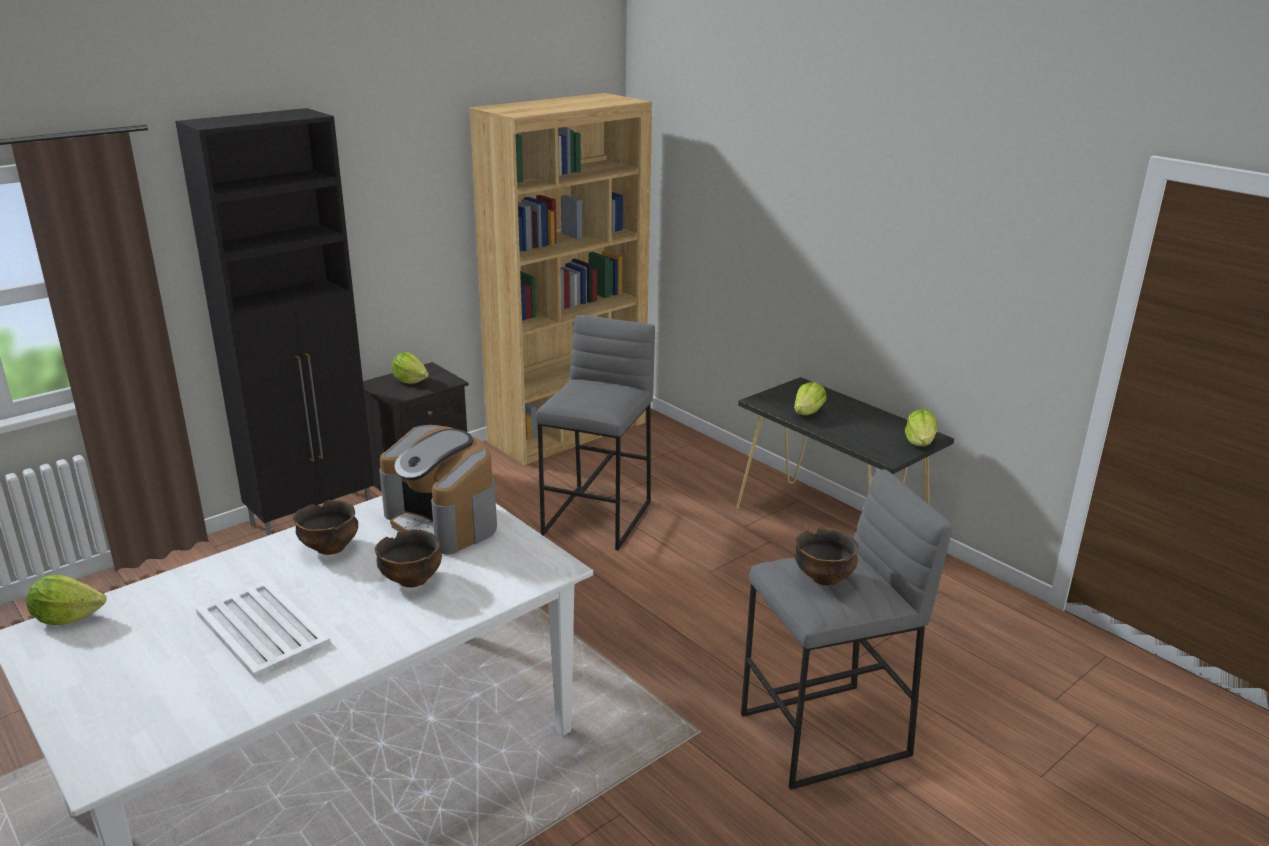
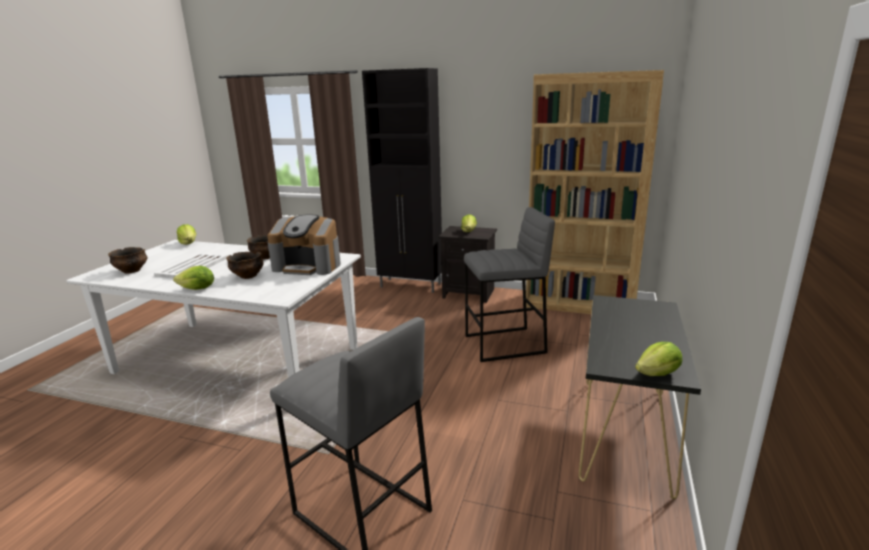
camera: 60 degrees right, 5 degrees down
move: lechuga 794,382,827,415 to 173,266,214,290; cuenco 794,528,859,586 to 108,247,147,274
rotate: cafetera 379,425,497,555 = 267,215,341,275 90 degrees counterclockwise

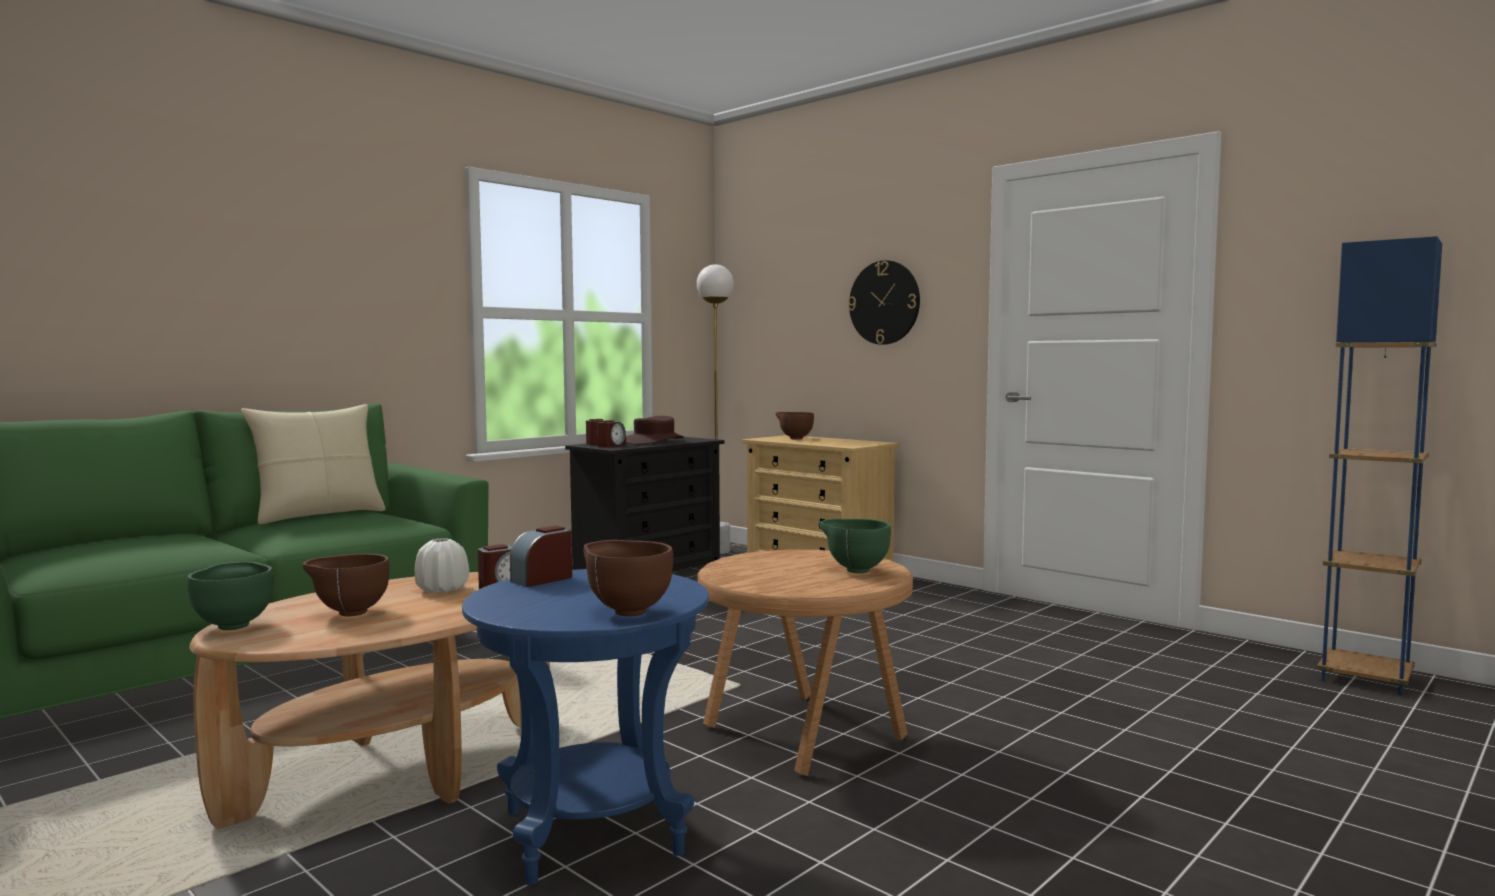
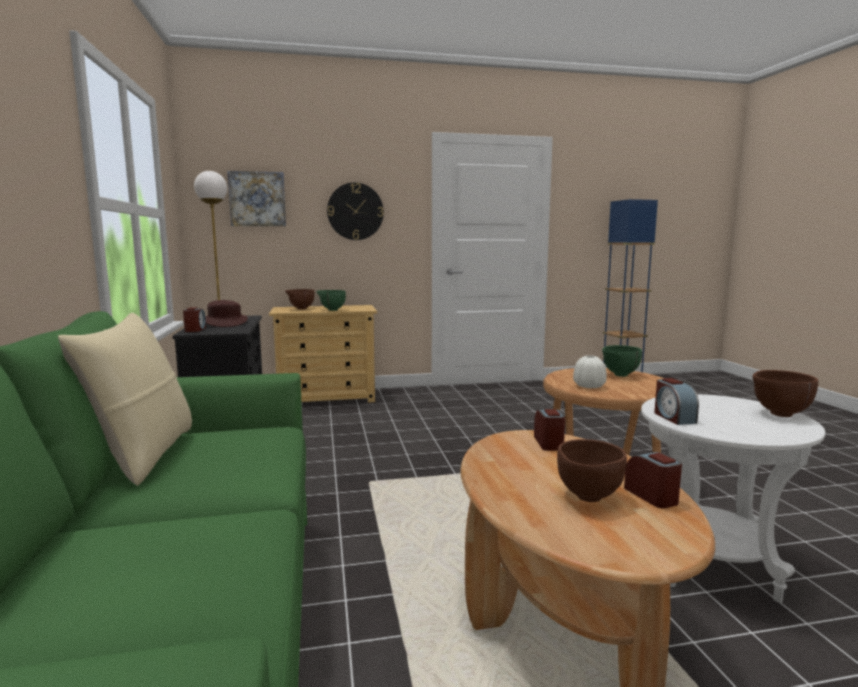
camera: 55 degrees left, 5 degrees up
insert: cuadro 228,171,286,226
move: cuenco (verde) 187,561,273,630 to 317,290,346,311; florero (blanco) 415,538,469,593 to 573,355,607,388; despertador 597,420,626,447 to 624,452,682,508
recolor: mesa auxiliar (azul) 462,569,709,885 to mesa auxiliar (blanco) 641,394,825,603

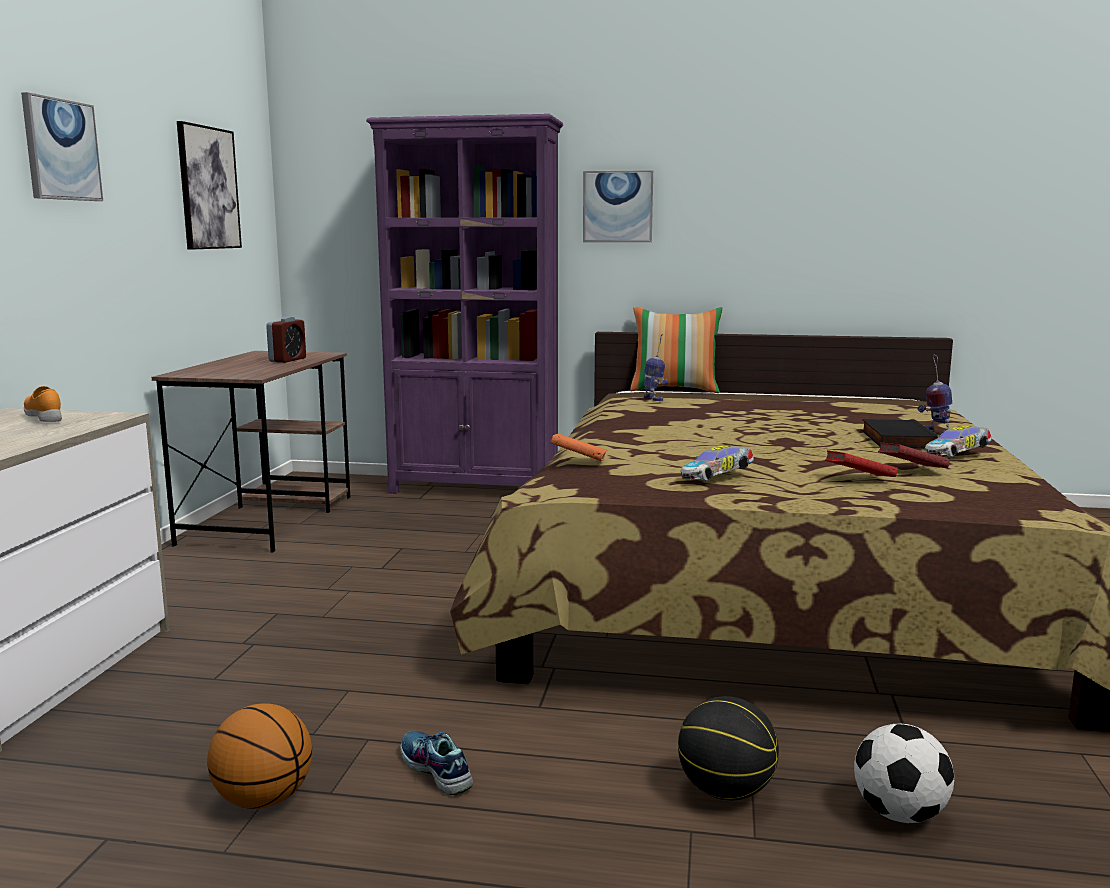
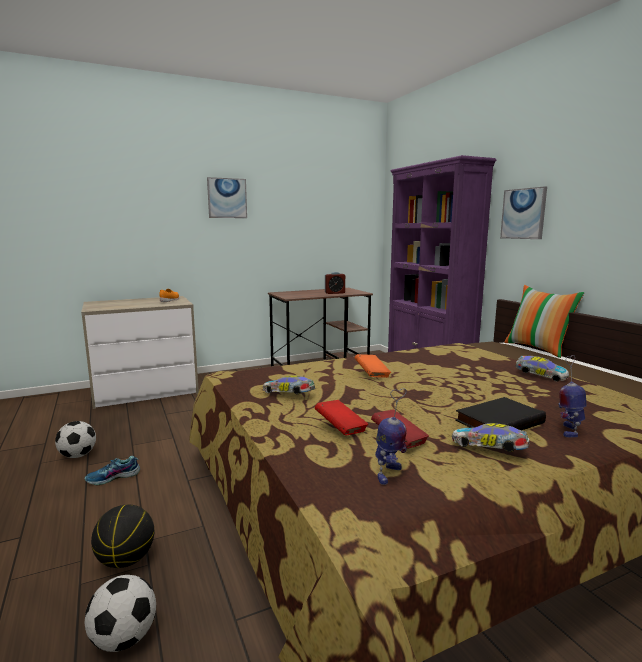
camera: 55 degrees right, 0 degrees up
delete: cuadro 177,121,242,250
insert: coche de juguete 515,356,569,382
move: libro (naranja) 551,433,607,461 to 355,354,391,378; robot de juguete 644,334,668,401 to 375,388,407,485
replace: balón de baloncesto 207,703,312,809 to balón de fútbol 55,421,96,458
rotate: zapato 400,731,473,795 = 85,456,140,486 135 degrees counterclockwise

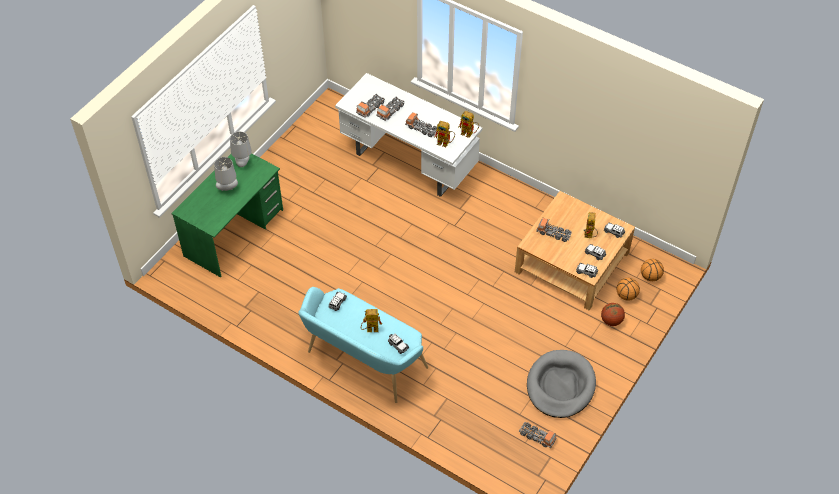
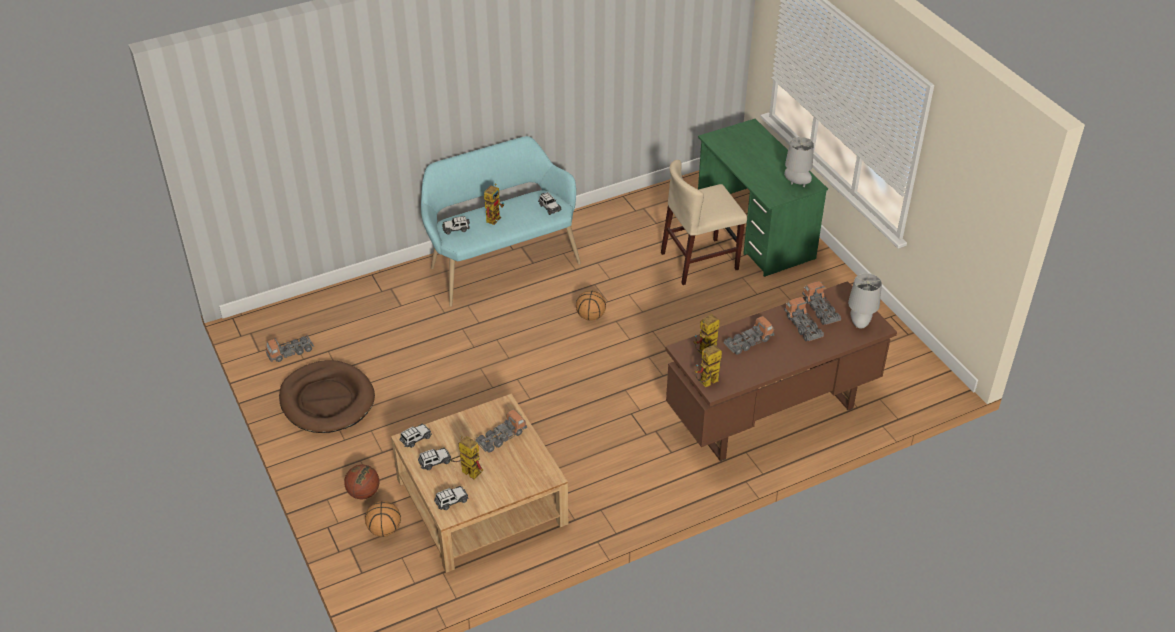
camera: 120 degrees right, 10 degrees down
insert: silla (beis) 661,160,747,285
move: lámpara de mesa (gris) 214,157,238,191 to 848,273,882,329; balón de baloncesto 641,259,664,281 to 576,290,606,321
recolor: escritorio (blanco) 335,73,482,197 to escritorio (marrón) 666,281,897,461; cama para perro (gris) 527,350,596,418 to cama para perro (marrón) 279,360,375,433

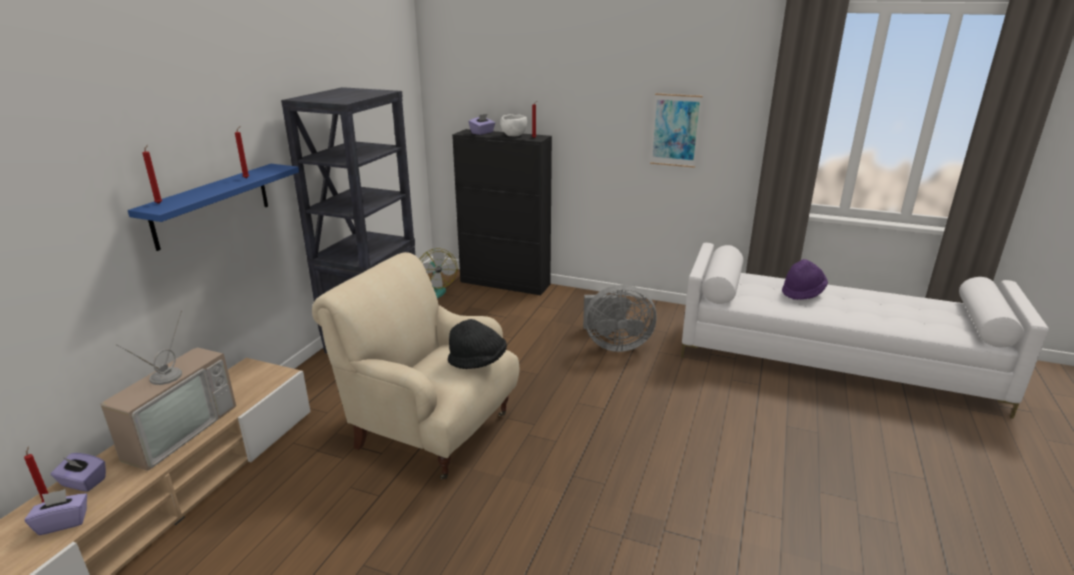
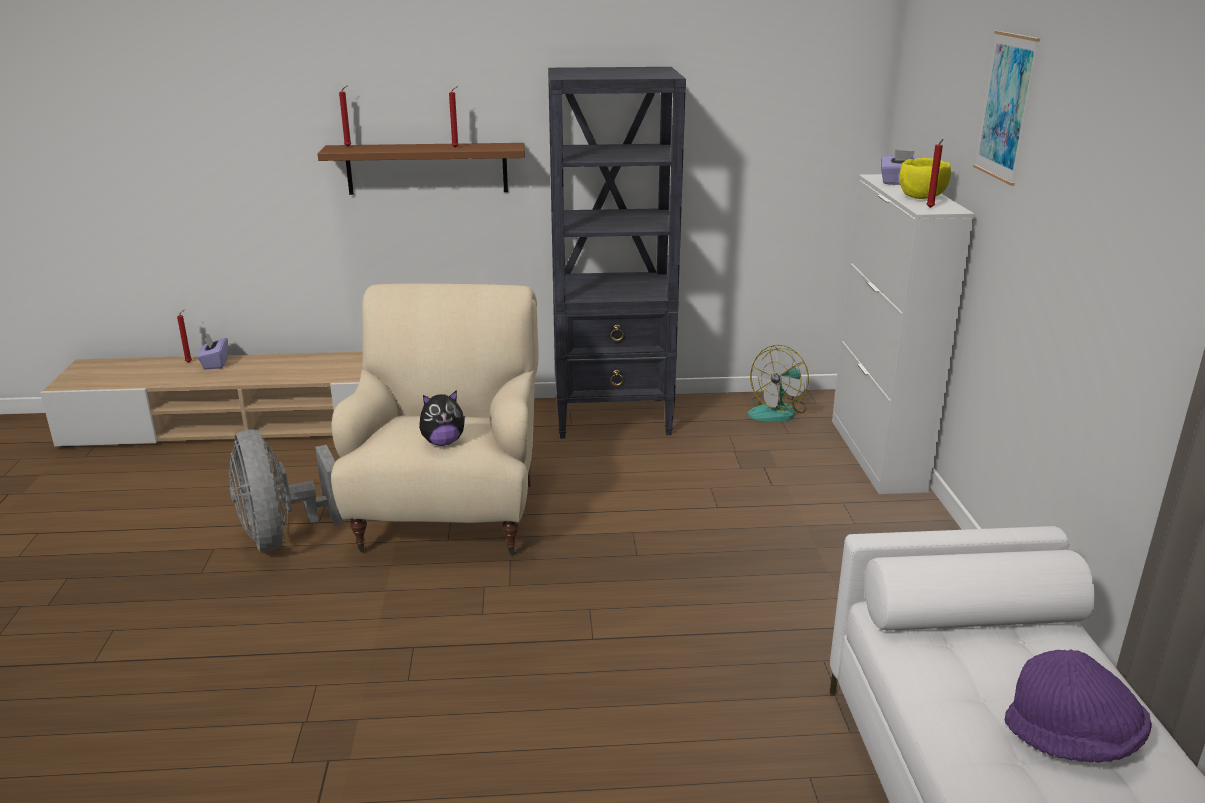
camera: 65 degrees right, 0 degrees up
delete: caja de pañuelos (morado) 24,489,87,535; televisor 100,311,236,471
move: ventilador (gris) 583,285,657,352 to 229,429,346,551; cuadro 650,93,703,168 to 973,31,1040,186
replace: sombrero (negro) 448,319,507,369 to peluche 419,390,465,446
recolor: estante (azul) 128,164,299,251 to estante (marrón) 318,143,525,195; armario (negro) 452,129,552,295 to armario (blanco) 832,174,975,494; cuenco (blanco) 501,114,527,136 to cuenco (amarillo) 899,158,951,199

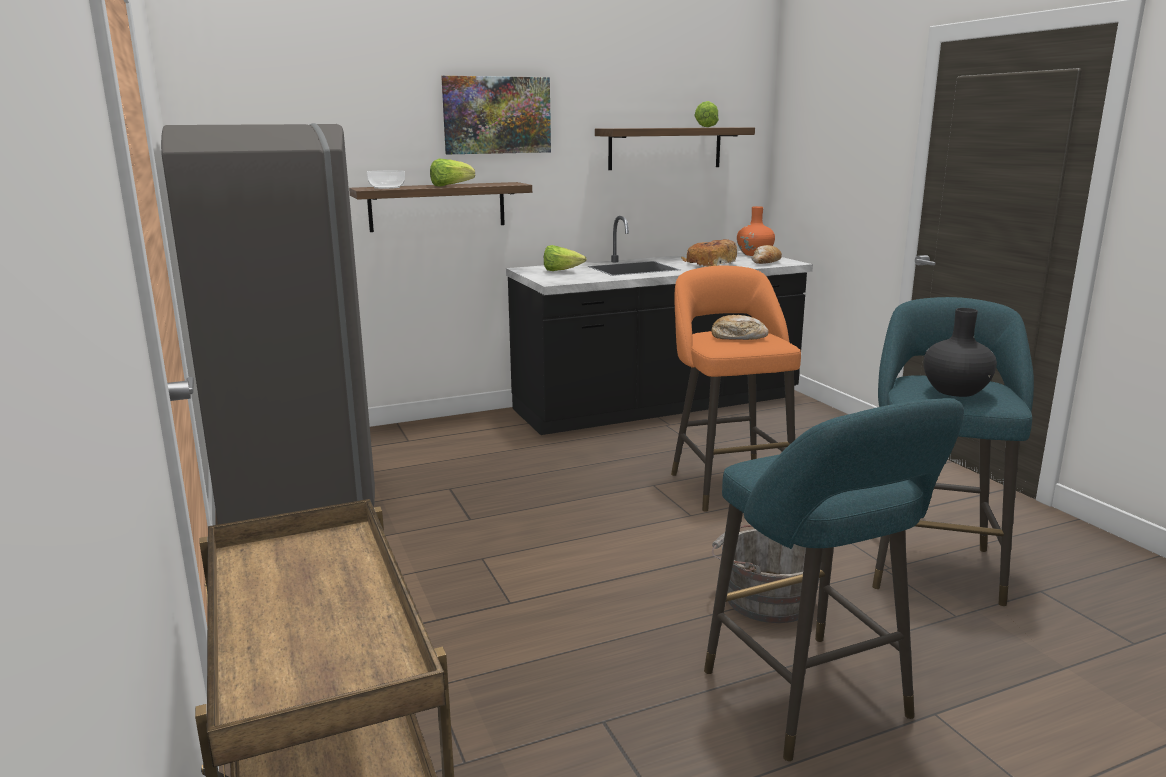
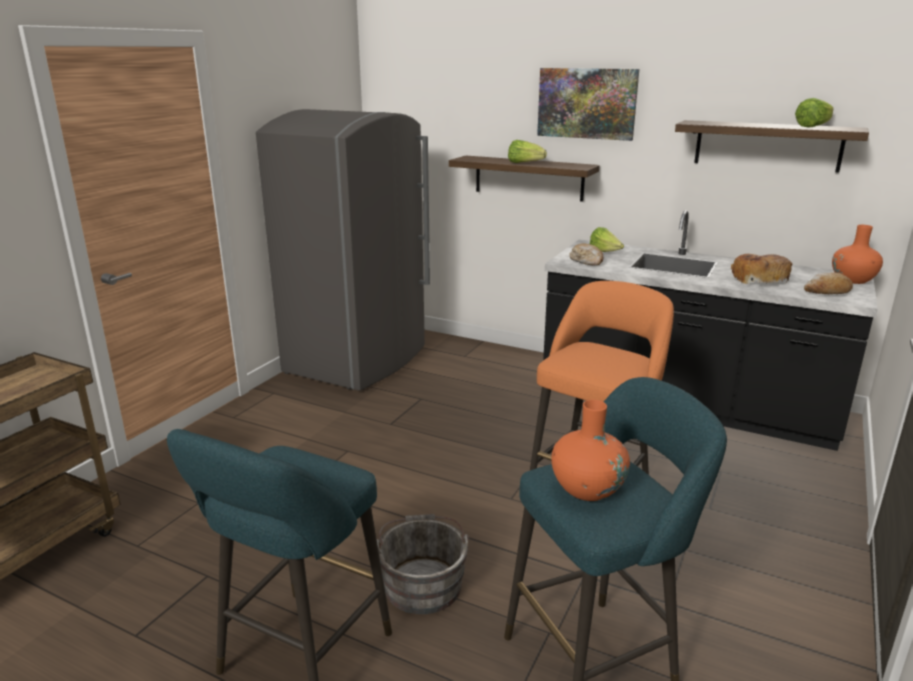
camera: 50 degrees right, 5 degrees up
delete: cuenco 367,170,405,189
move: pan 712,315,769,340 to 569,243,603,265
recolor: florero (negro) 924,308,997,397 to florero (naranja) 551,400,630,501

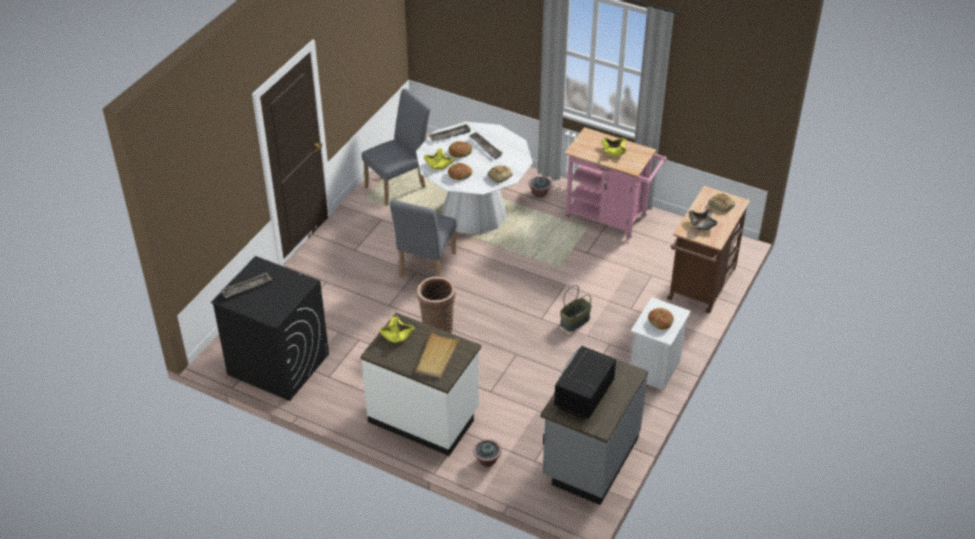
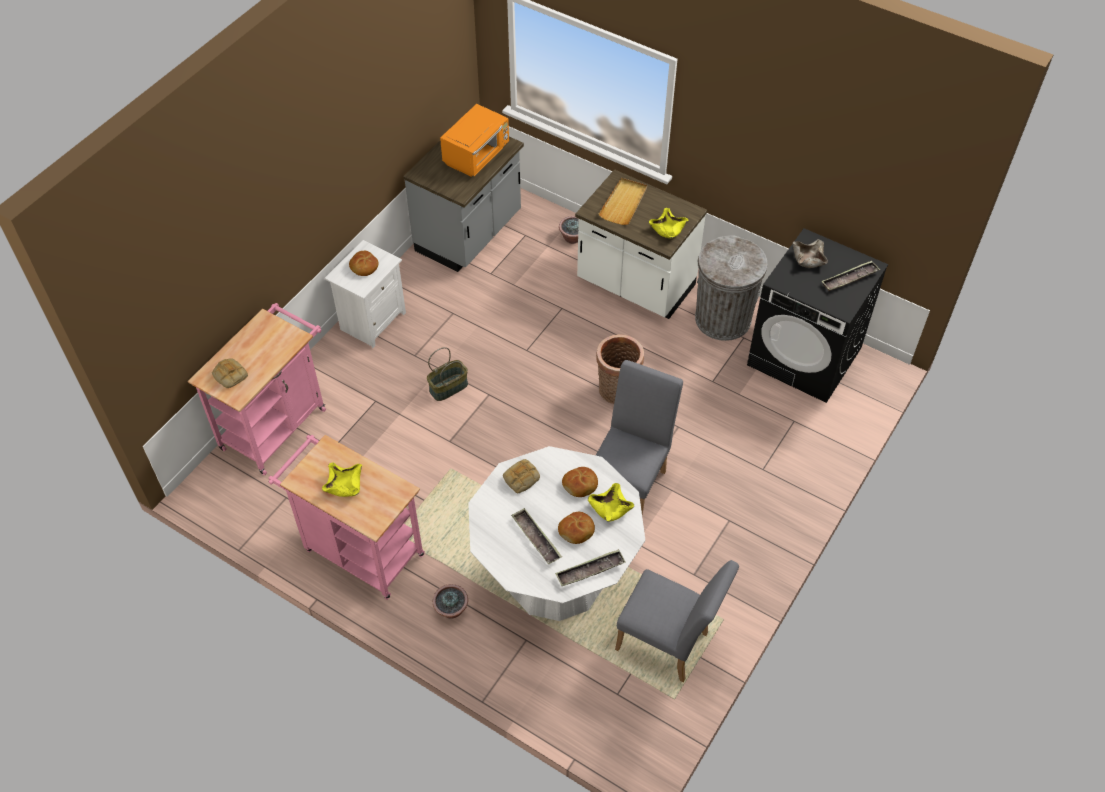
camera: 175 degrees left, 10 degrees up
insert: papelera (gris) 695,235,767,341
move: cuenco (beis) 689,209,718,231 to 792,239,828,268
recolor: microondas (negro) 554,346,616,419 to microondas (naranja) 440,104,509,177; carrito (marrón) 667,186,750,314 to carrito (rosa) 188,303,326,475
rotate: silla (gris) 362,88,431,206 = 615,560,739,682 120 degrees counterclockwise

